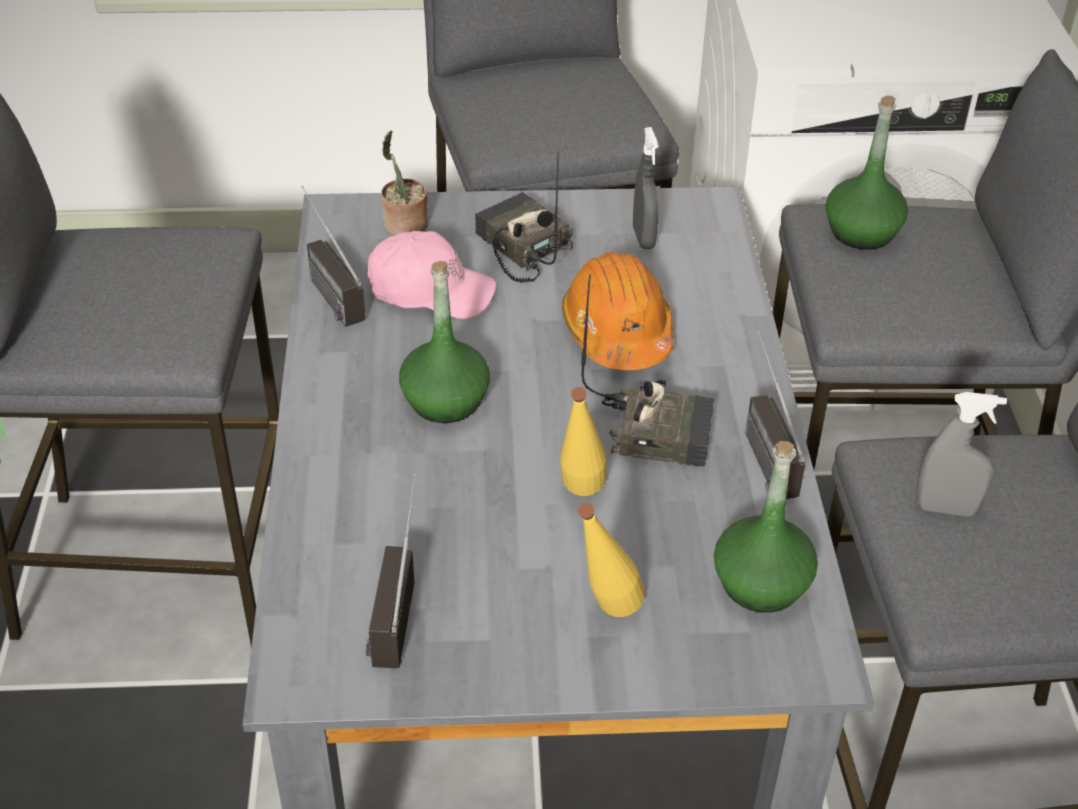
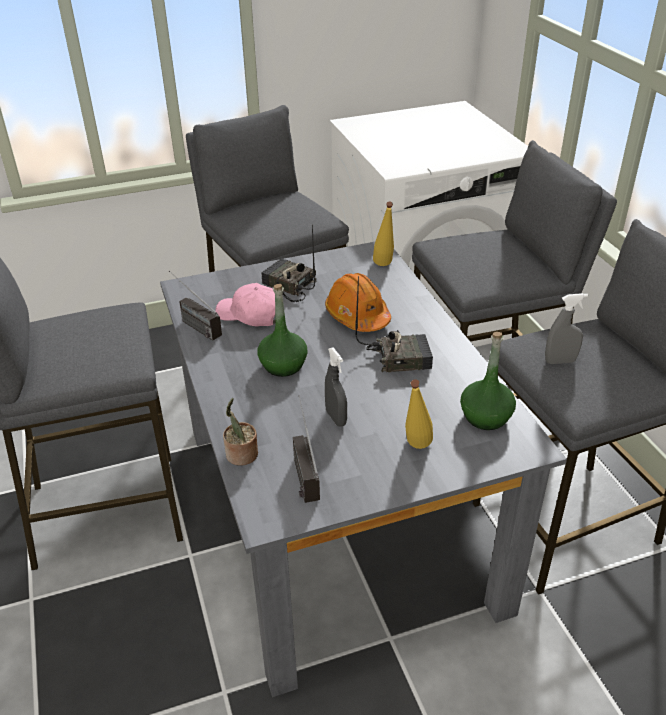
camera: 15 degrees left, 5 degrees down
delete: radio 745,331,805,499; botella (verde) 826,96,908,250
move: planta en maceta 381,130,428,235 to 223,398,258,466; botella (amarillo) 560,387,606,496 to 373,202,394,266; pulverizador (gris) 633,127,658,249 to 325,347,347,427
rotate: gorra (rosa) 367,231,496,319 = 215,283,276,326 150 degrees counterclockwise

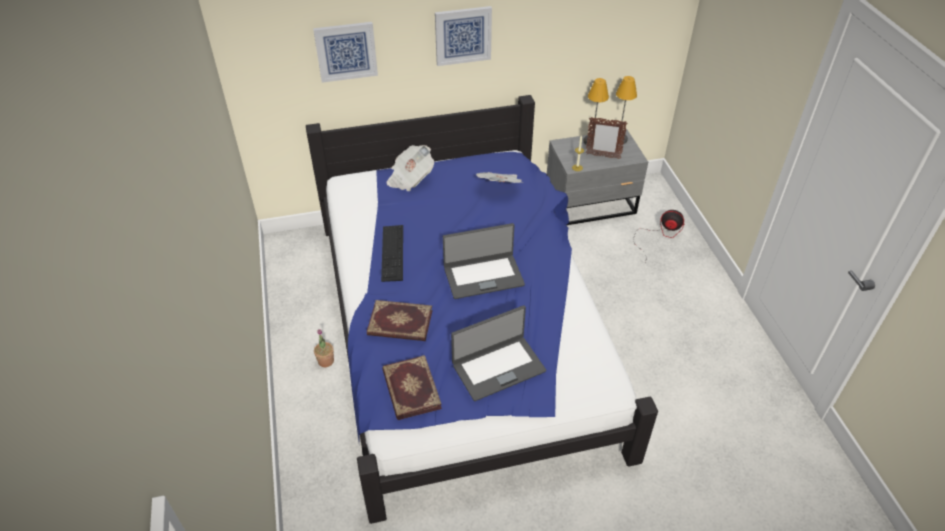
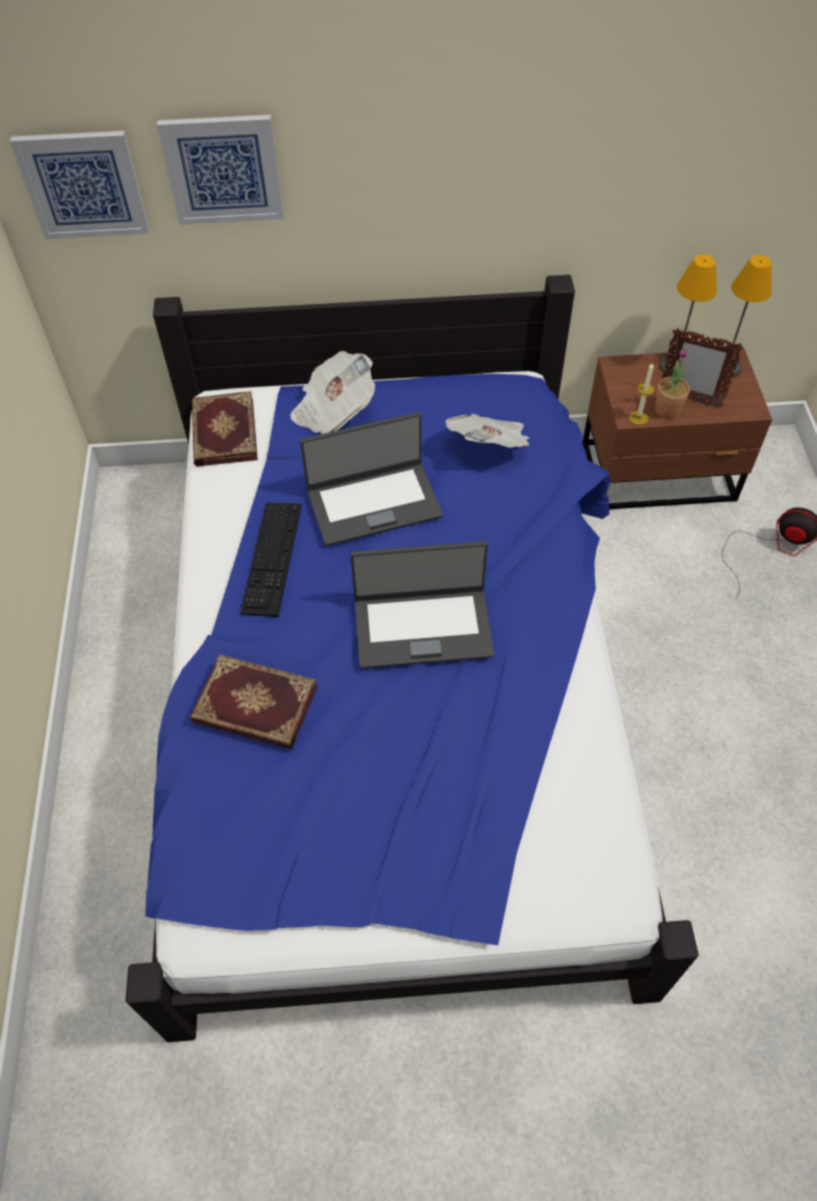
camera: 10 degrees right, 10 degrees up
move: planta en maceta 314,329,334,367 to 655,348,690,419; libro 382,355,442,420 to 192,391,258,467; cuadro 435,6,492,66 to 10,131,150,239; portátil 451,305,546,401 to 300,412,443,546
recolor: mesita de noche (gris) 547,129,648,225 to mesita de noche (marrón) 582,348,772,509

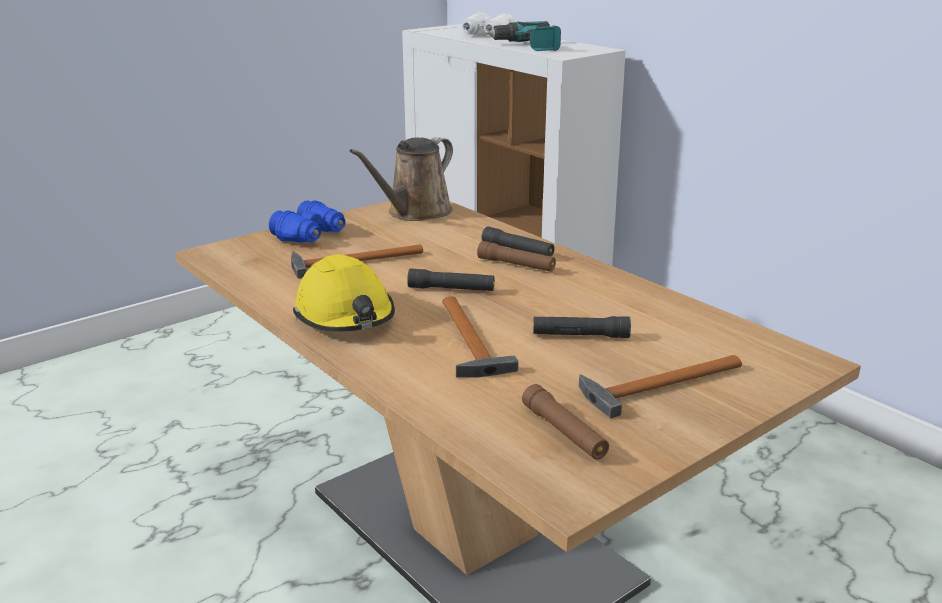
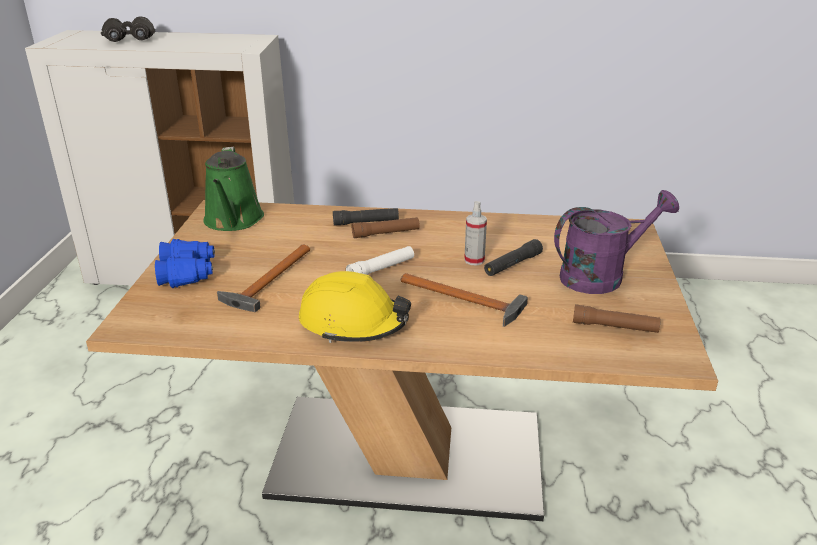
camera: 45 degrees left, 5 degrees up
delete: taladro 486,21,561,51
insert: pulverizador 464,201,487,266
replace: martillo 579,355,742,418 to regadera (morado) 554,190,679,294
recolor: regadera (marrón) 349,137,453,221 to regadera (verde) 203,147,264,231; linterna (negro) 407,269,495,291 to linterna (blanco) 346,246,414,275; prismáticos (blanco) 462,12,516,36 to prismáticos (negro) 101,16,156,42

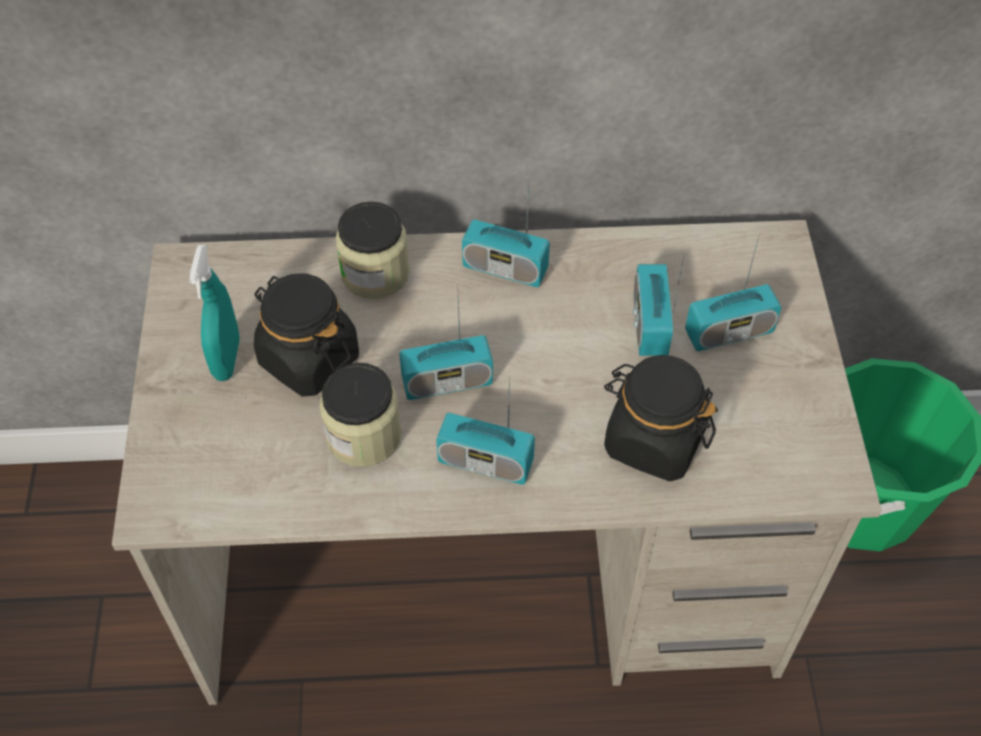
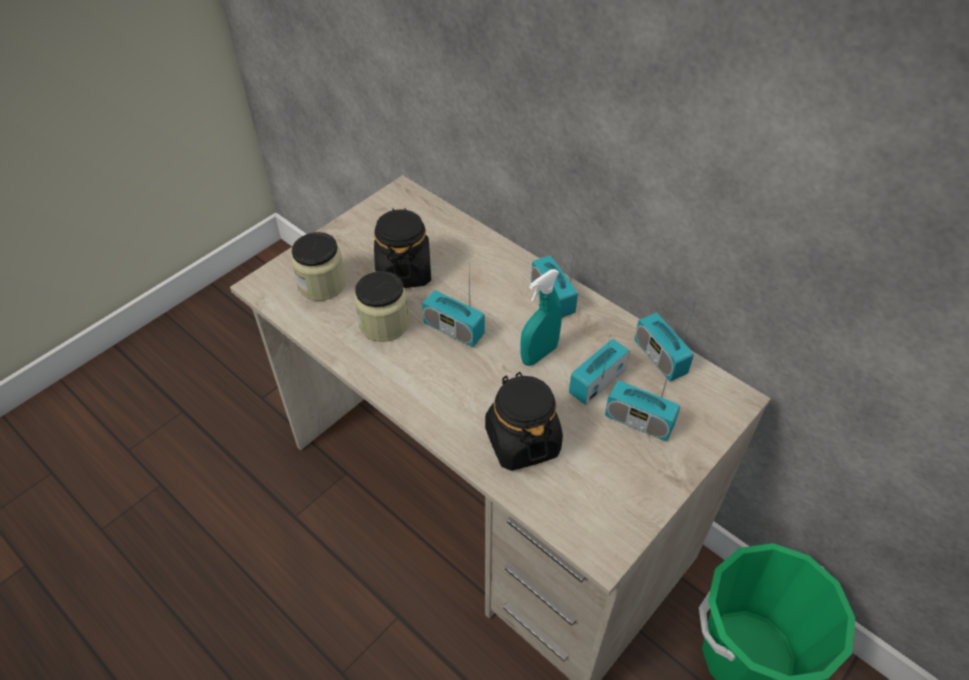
camera: 45 degrees right, 5 degrees down
move: pulverizador (turquesa) 189,244,240,381 to 520,269,562,366; tarro 336,201,410,299 to 291,232,346,301; radio 436,374,535,485 to 635,299,696,381

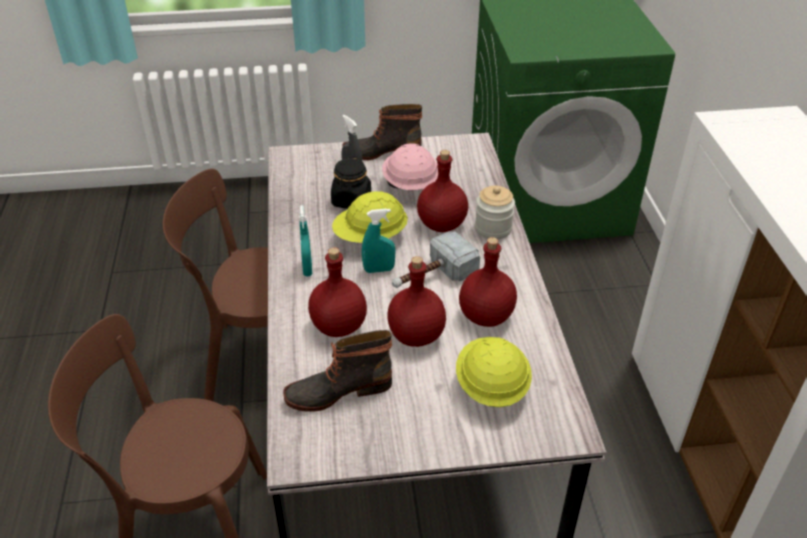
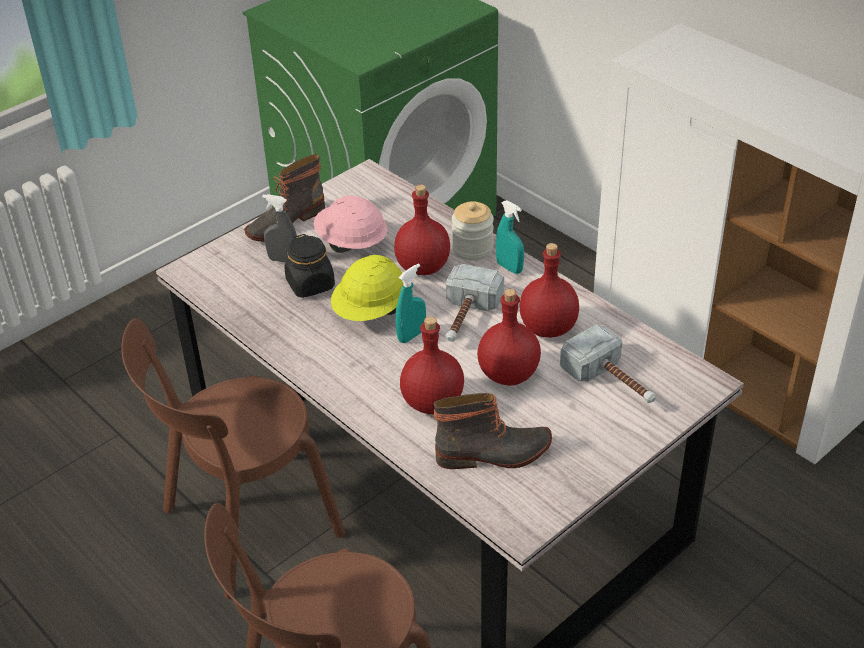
camera: 35 degrees left, 0 degrees up
move: pulverizador (turquesa) 299,205,312,276 to 496,200,524,274
replace: casco (amarillo) 456,337,532,407 to martillo 560,325,656,403
rotate: bota 283,330,392,412 = 434,393,552,469 135 degrees counterclockwise

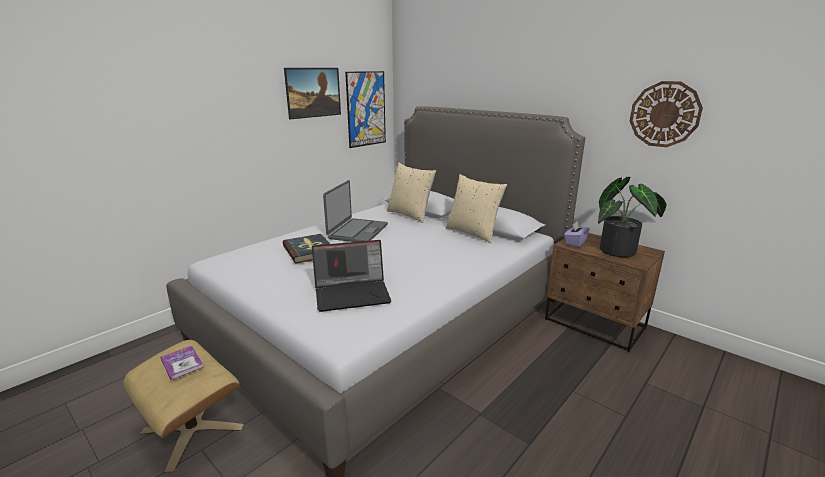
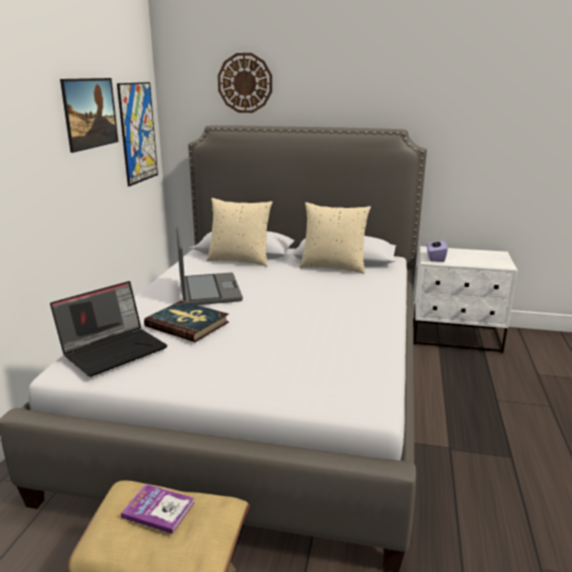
camera: 30 degrees left, 0 degrees up
delete: planta en maceta 598,177,667,257
move: portátil 312,240,391,312 to 50,281,168,377; reloj de pared 630,81,703,147 to 218,53,272,113
recolor: mesita de noche (marrón) 545,233,665,352 to mesita de noche (blanco) 413,246,518,353

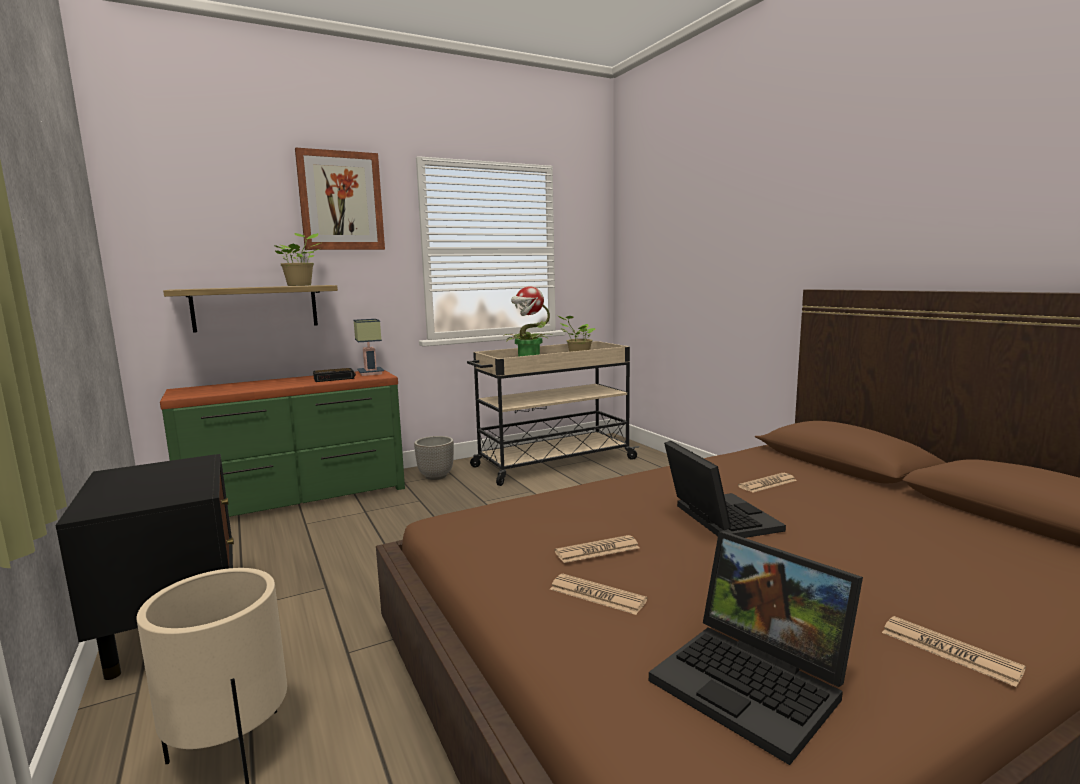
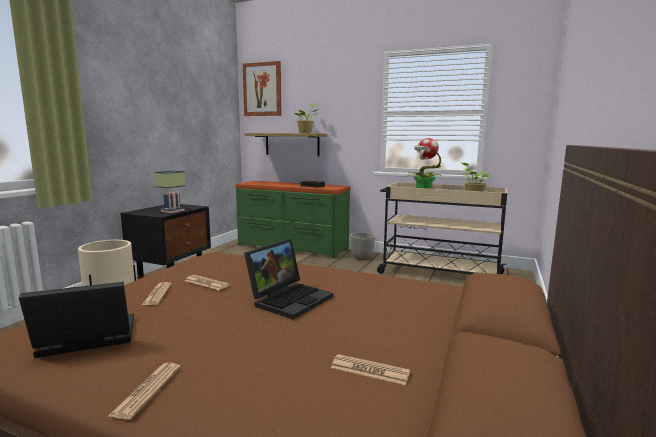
camera: 50 degrees right, 0 degrees up
move: cuadro 295,147,385,250 to 243,61,281,116; lámpara de mesa 353,319,384,376 to 155,171,186,213; periódico 738,473,797,493 to 331,354,410,385
rotate: portátil 649,531,863,765 = 19,282,134,358 60 degrees clockwise

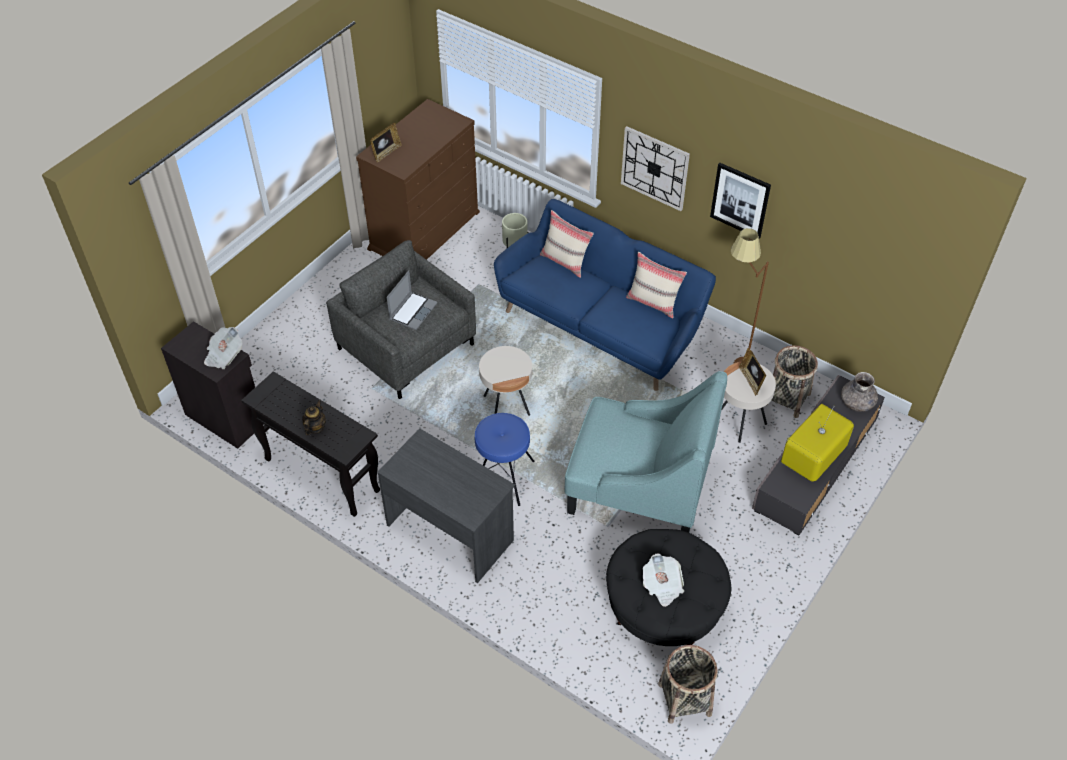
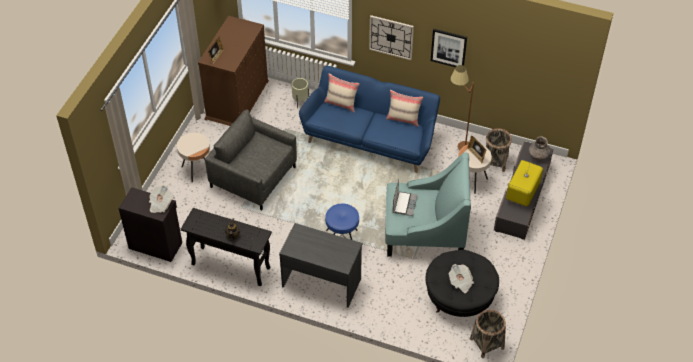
camera: 15 degrees left, 0 degrees up
move: portátil 387,270,437,330 to 392,178,418,216; mesa auxiliar (beis) 479,346,532,416 to 177,133,210,182

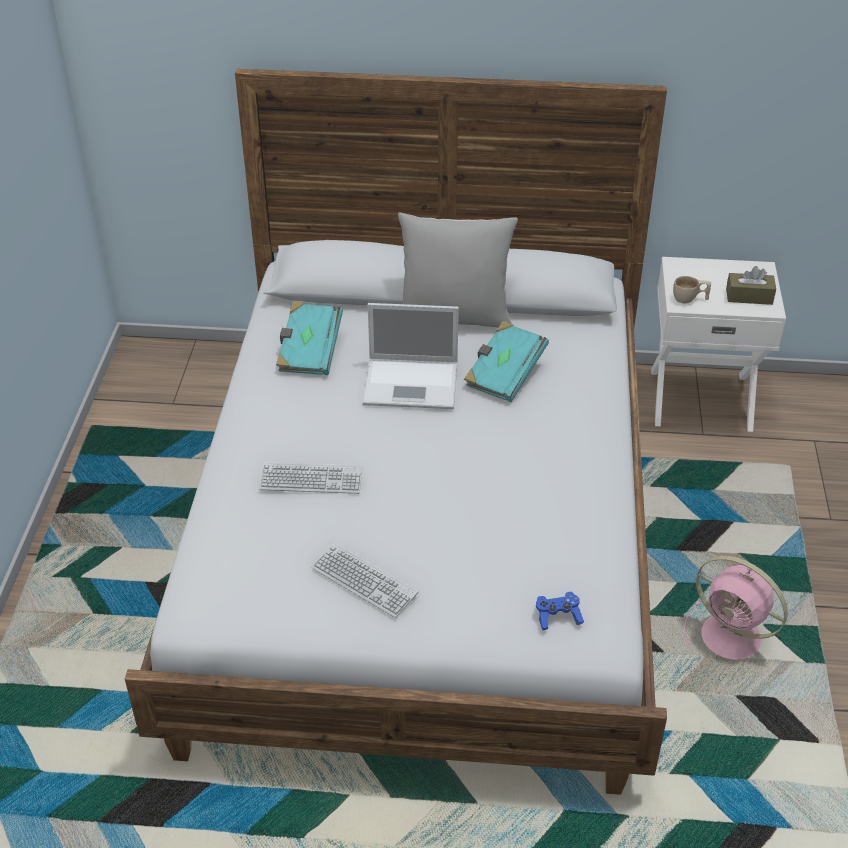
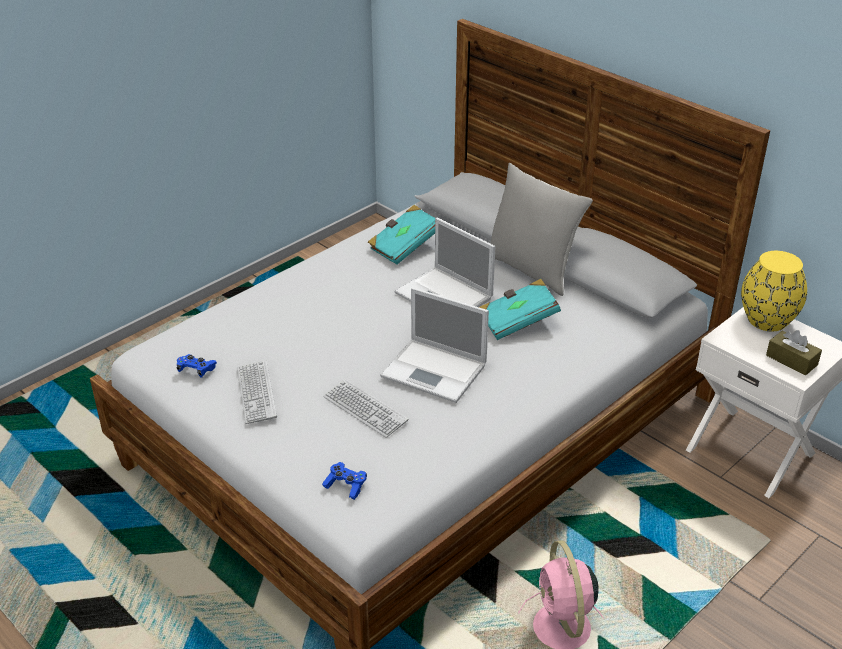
camera: 40 degrees right, 5 degrees down
delete: taza (beis) 673,276,711,303
insert: mando de consola (azul) 176,354,217,377; portátil 380,287,489,403; florero (amarillo) 741,251,807,331
move: teclado 259,462,363,494 to 323,379,409,438

